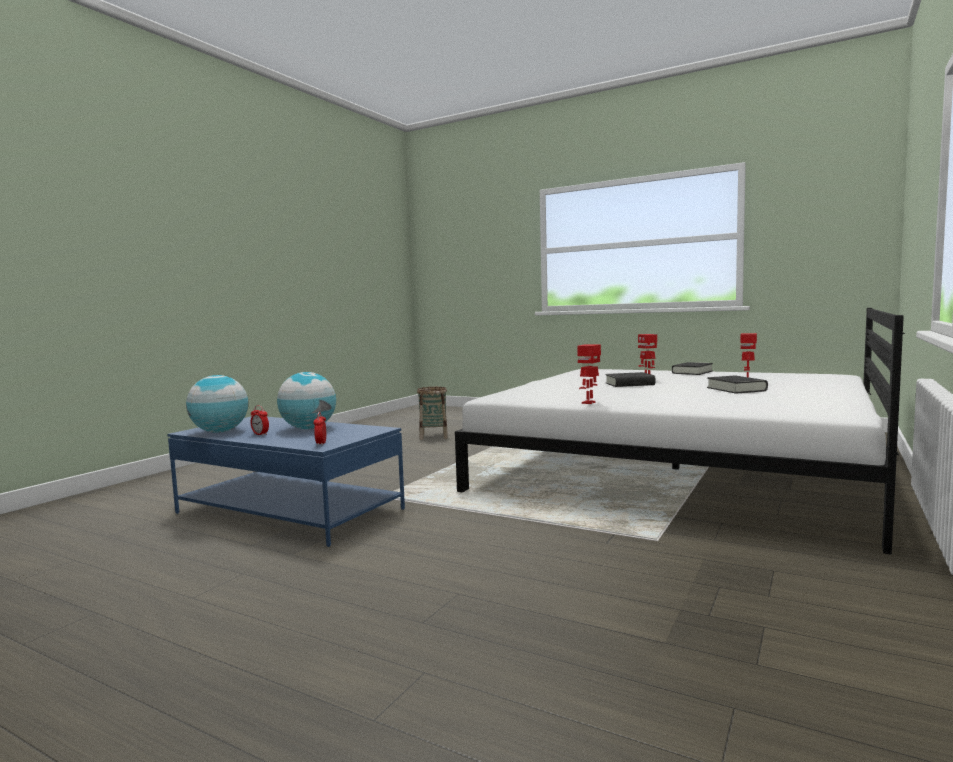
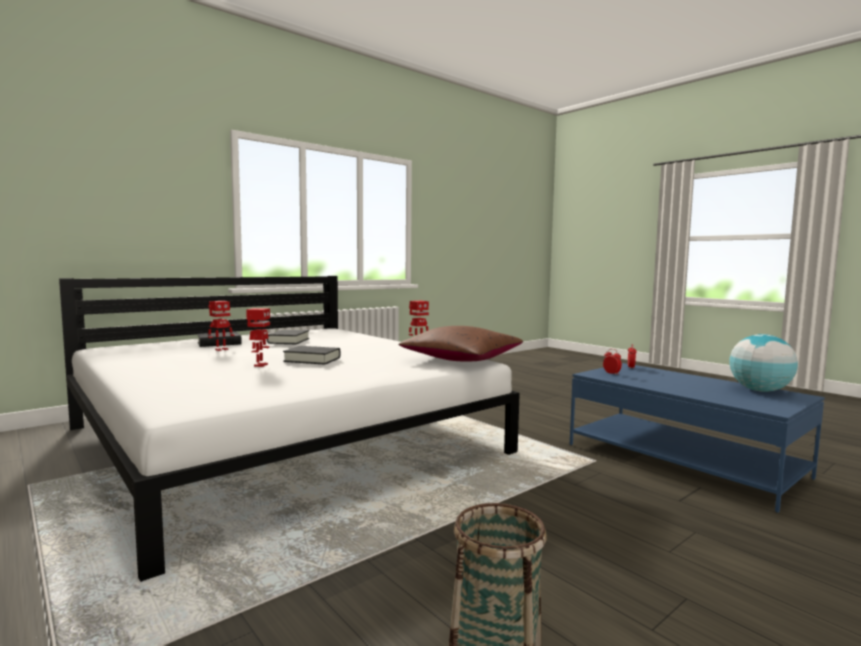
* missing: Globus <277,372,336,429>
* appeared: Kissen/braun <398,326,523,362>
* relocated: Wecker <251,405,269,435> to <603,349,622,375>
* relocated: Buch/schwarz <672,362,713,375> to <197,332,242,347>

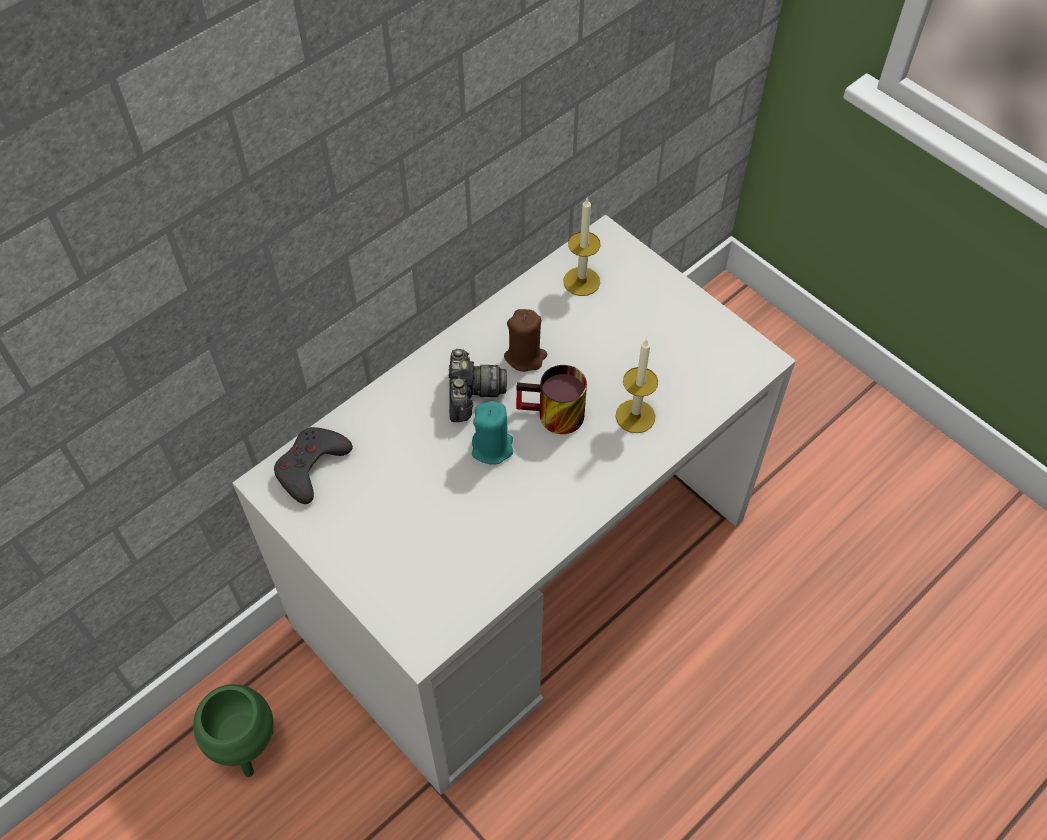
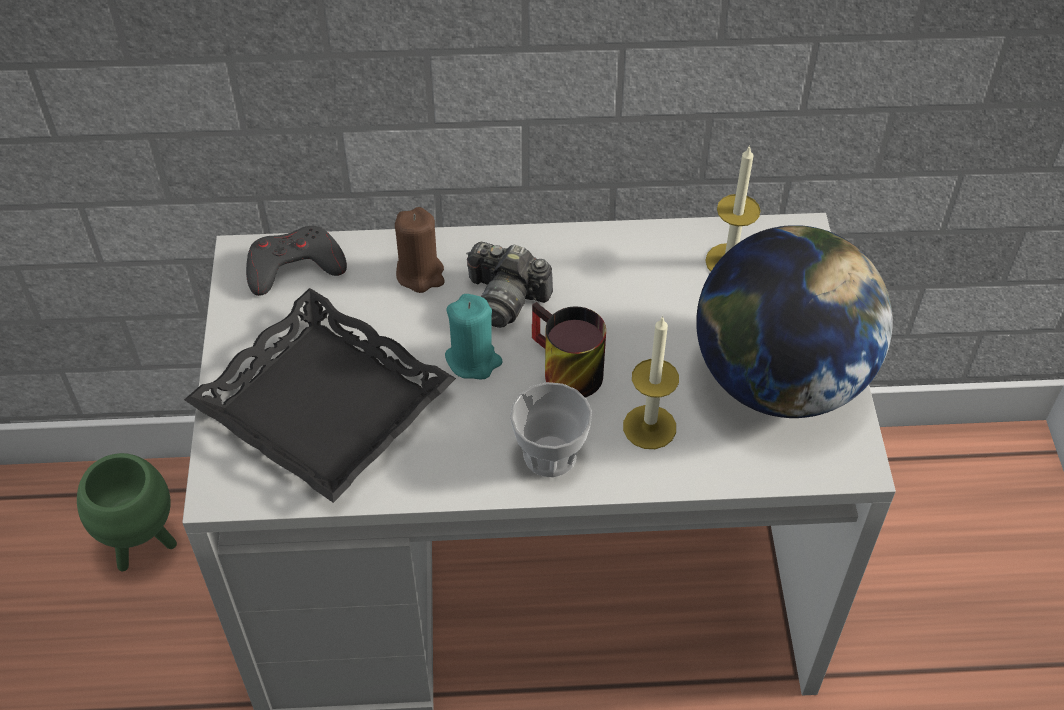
* appeared: Tablett/schwarz <184,288,456,503>
* appeared: Tasse <510,382,592,477>
* appeared: Globus <696,225,893,418>
* relocated: Kerze/braun <504,309,547,372> to <395,207,444,293>
* spun: Kamera <449,349,507,422> = <466,242,553,328> 75 degrees clockwise

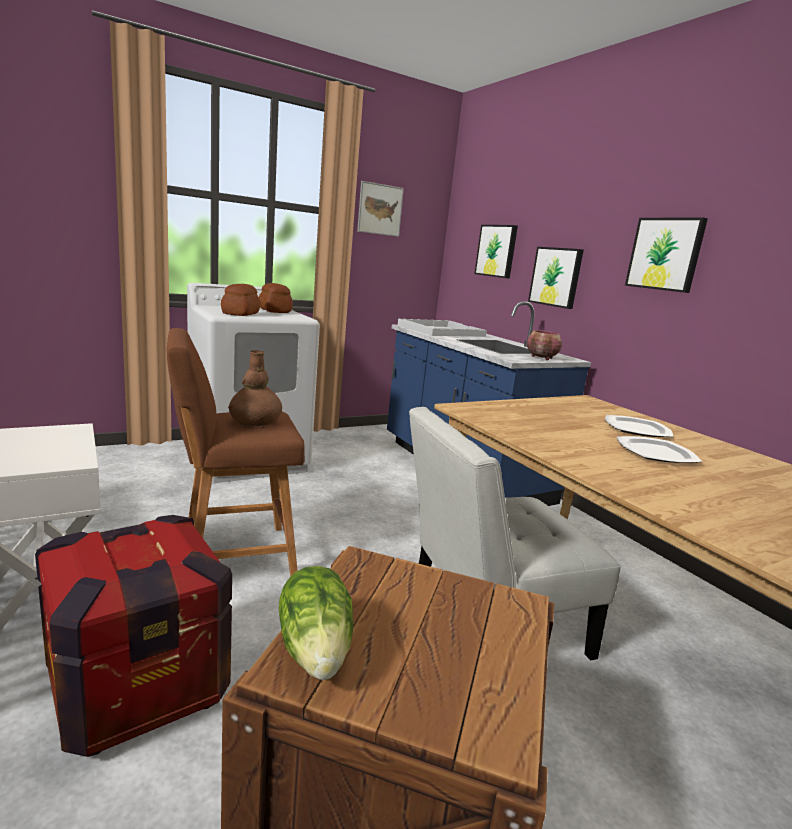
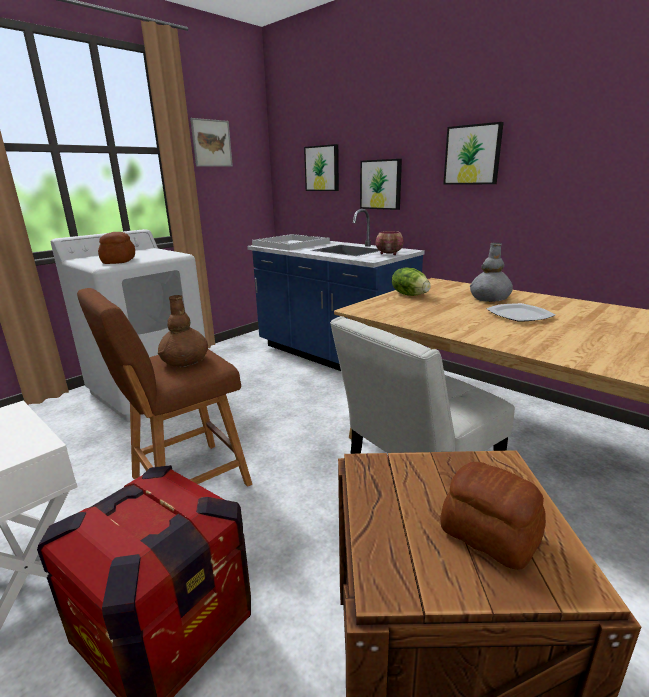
* relocated: Brot <259,283,293,313> to <440,462,546,570>
* relocated: Salatkopf <279,566,353,680> to <392,268,431,296>
* exchanged: Teller <605,415,673,437> to Vase/grau <470,243,513,302>

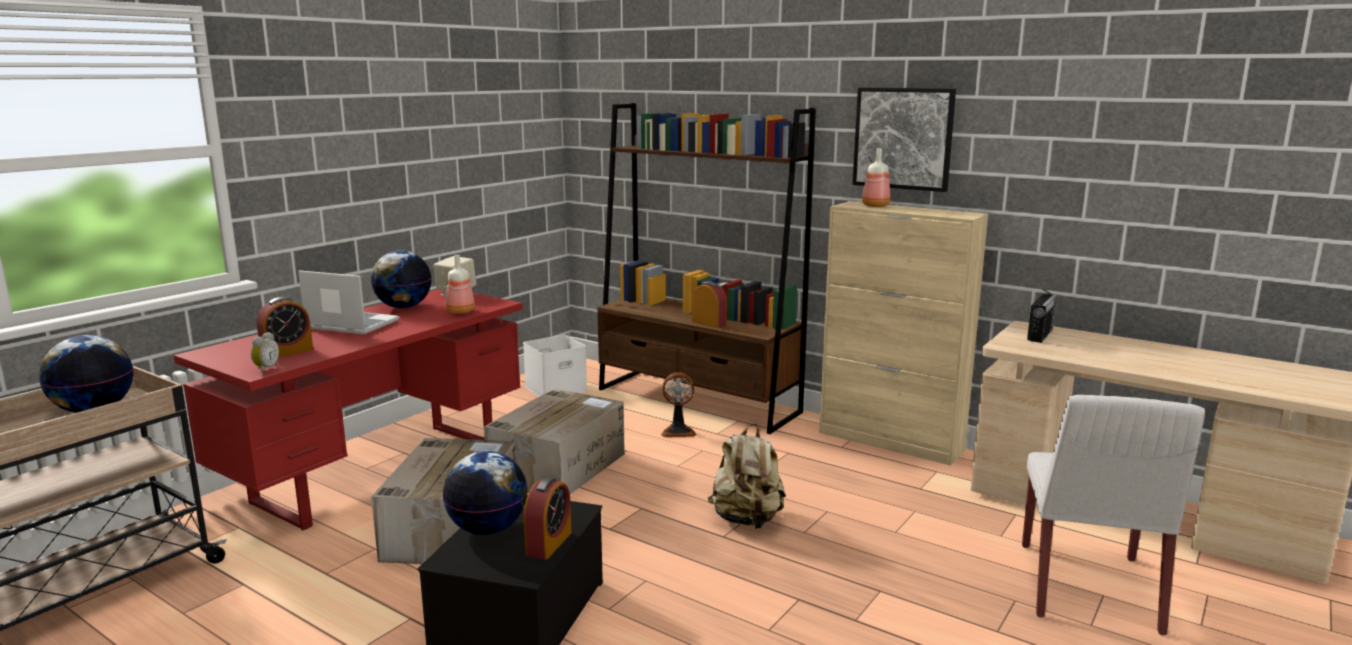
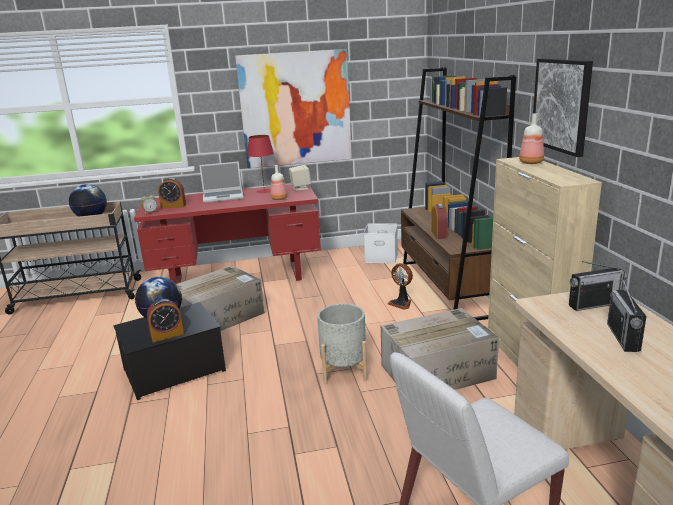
* appeared: Bild <235,49,352,168>
* appeared: Radio <607,277,647,352>
* relocated: Karton <484,388,625,494> to <381,308,499,390>
* exchanged: Globus <371,250,432,308> to Tischlampe/rot <247,135,274,193>
* exchanged: Rucksack/beige <708,424,786,529> to Pflanzkübel/grau <317,304,367,384>
* spun: Laptop <298,270,399,335> = <199,161,244,203> 105 degrees clockwise

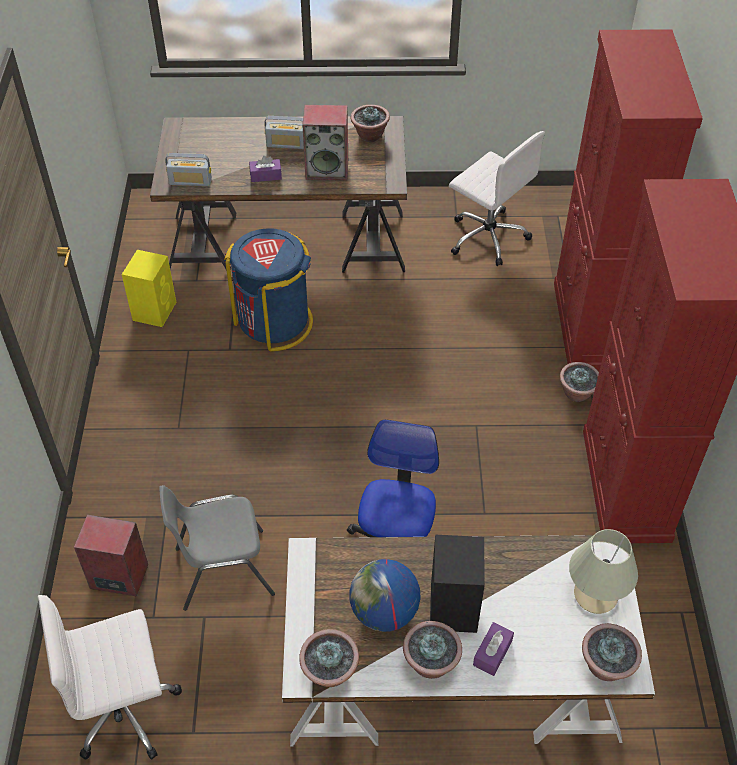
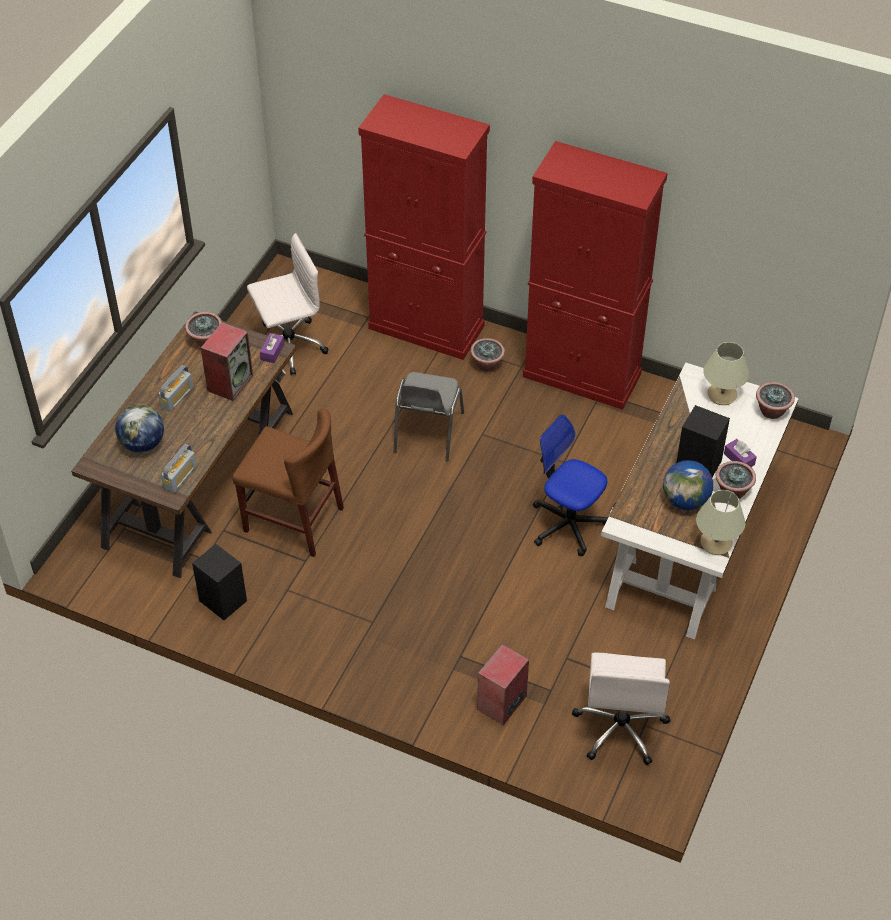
* appeared: Globus <115,404,164,453>
* relocated: Stuhl/grau <159,485,275,611> to <394,372,464,462>
* relocated: Taschentuchbox/lila <249,156,282,182> to <260,333,284,363>
* exchanged: Mülleimer/blau <224,228,313,351> to Stuhl/braun <232,409,344,557>
* exchanged: Topfpflanze <299,629,359,687> to Tischlampe/beige <696,490,745,555>
* colour: Lautsprecher/gelb <122,250,176,327> to Lautsprecher/schwarz <192,544,247,620>

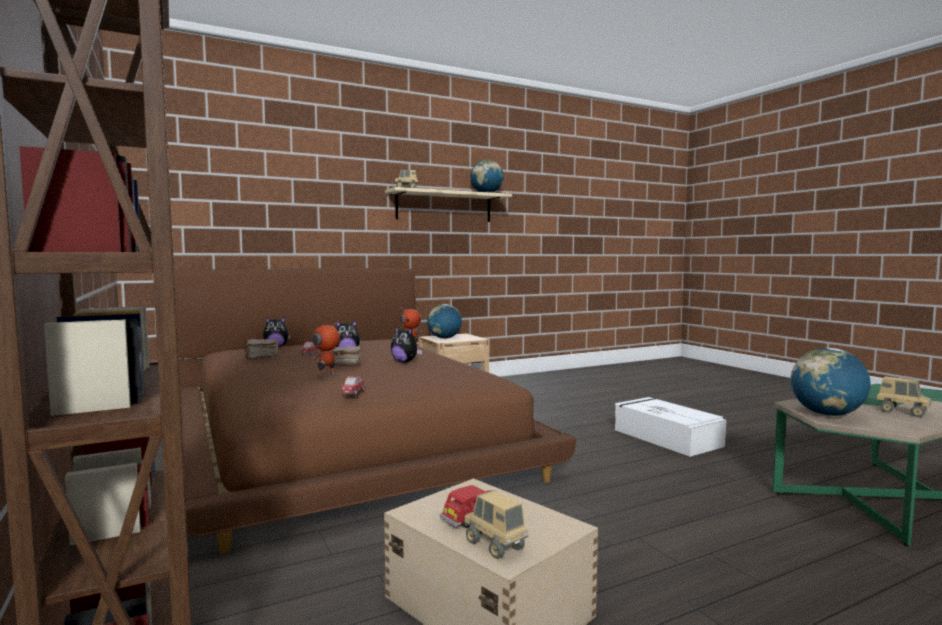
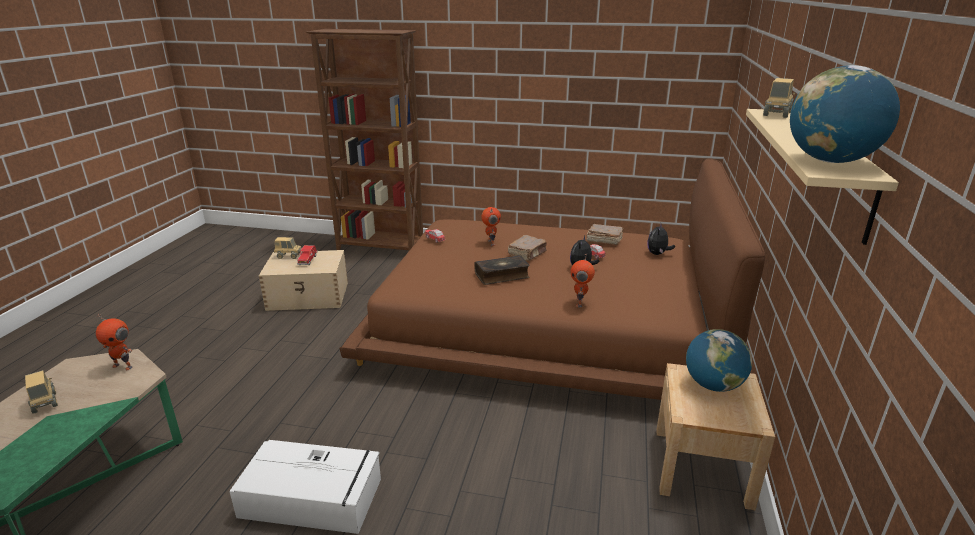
* exchanged: Plüschtier <391,327,422,363> to Buch <474,255,530,285>
* exchanged: Globus <790,348,871,416> to Spielzeugroboter <96,314,133,370>
* spun: Spielzeuglaster <876,376,932,417> = <25,370,58,414> 60 degrees clockwise

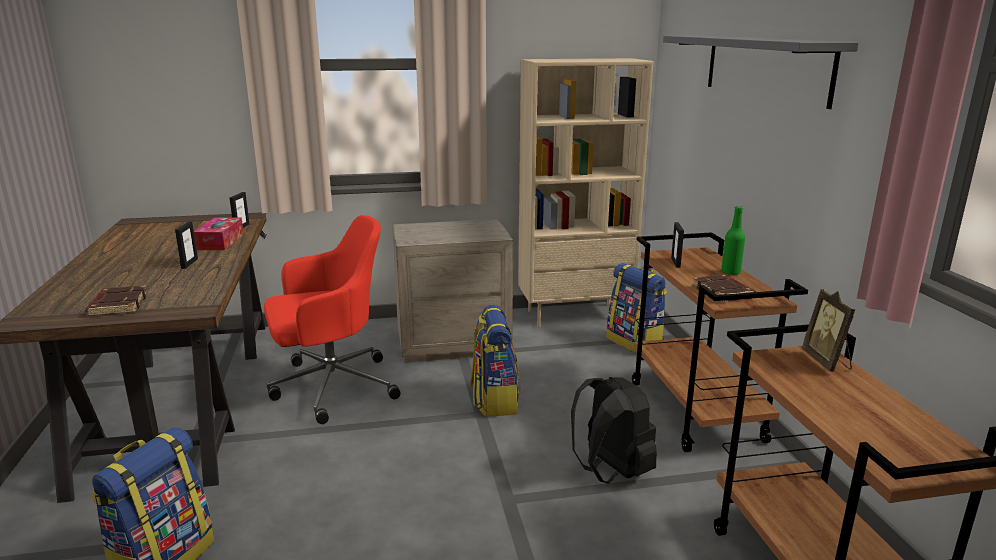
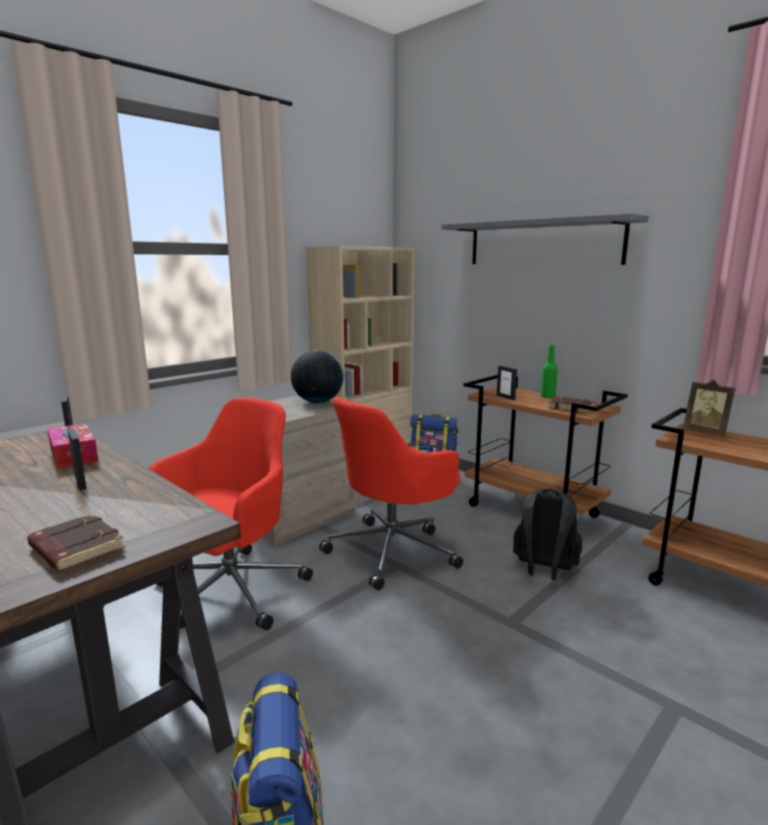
* appeared: Globus <291,350,344,403>
* exchanged: Rucksack <471,305,521,416> to Bürostuhl/rot <319,397,463,590>

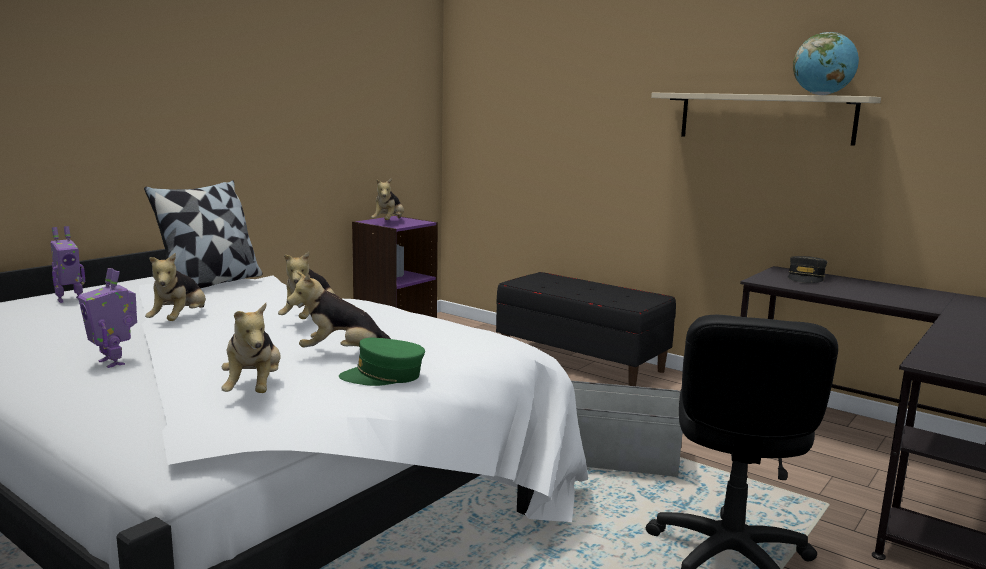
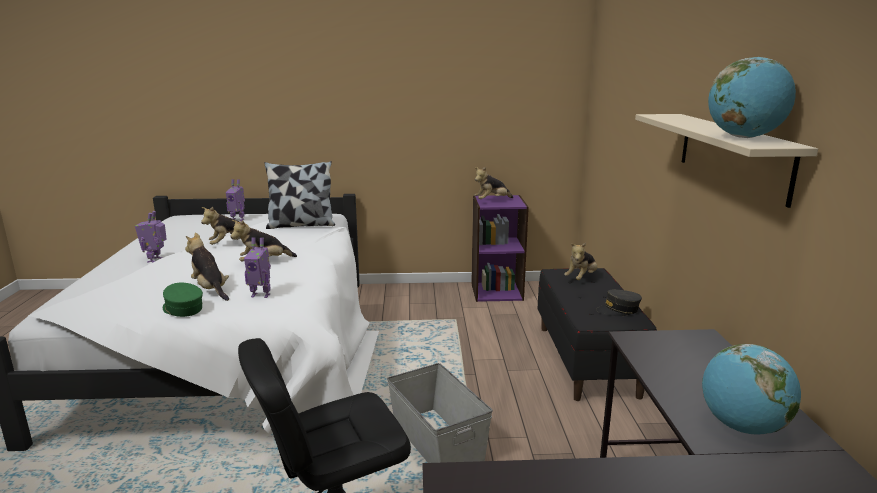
* appeared: Spielzeugroboter <244,237,271,298>
* appeared: Globus <702,344,801,435>
* relocated: Plüschtier <221,303,281,393> to <564,243,597,280>
* relocated: Kappe/grau <788,256,828,283> to <596,290,642,316>

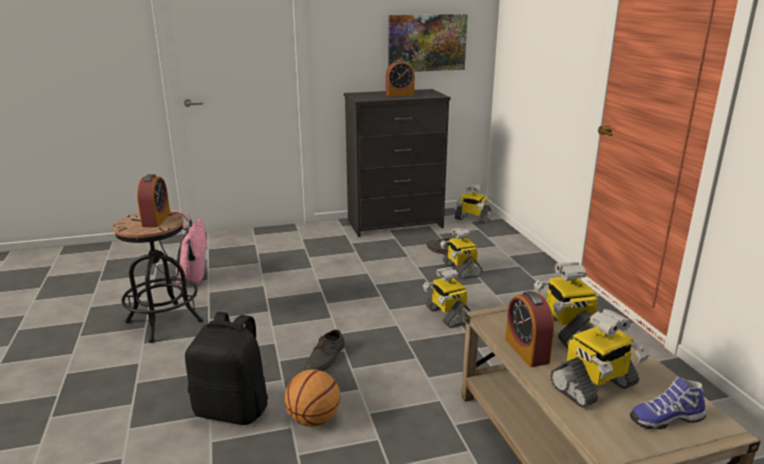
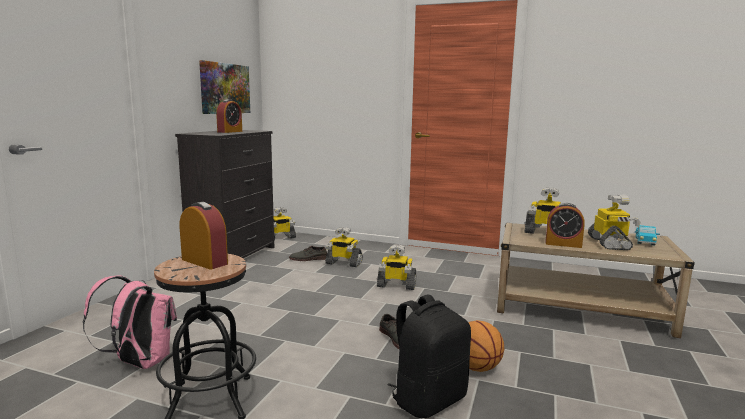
* exchanged: Schuh <630,377,706,429> to Spielzeuglaster <635,225,660,246>

